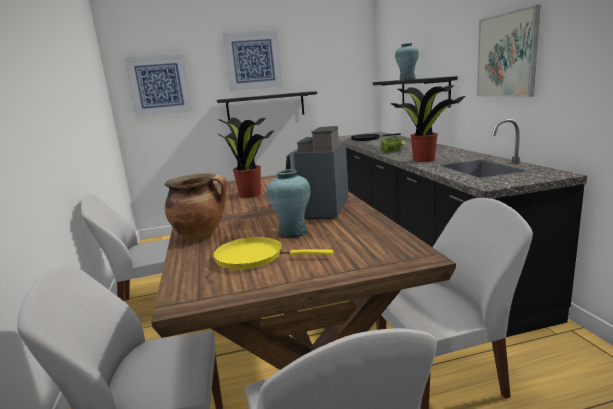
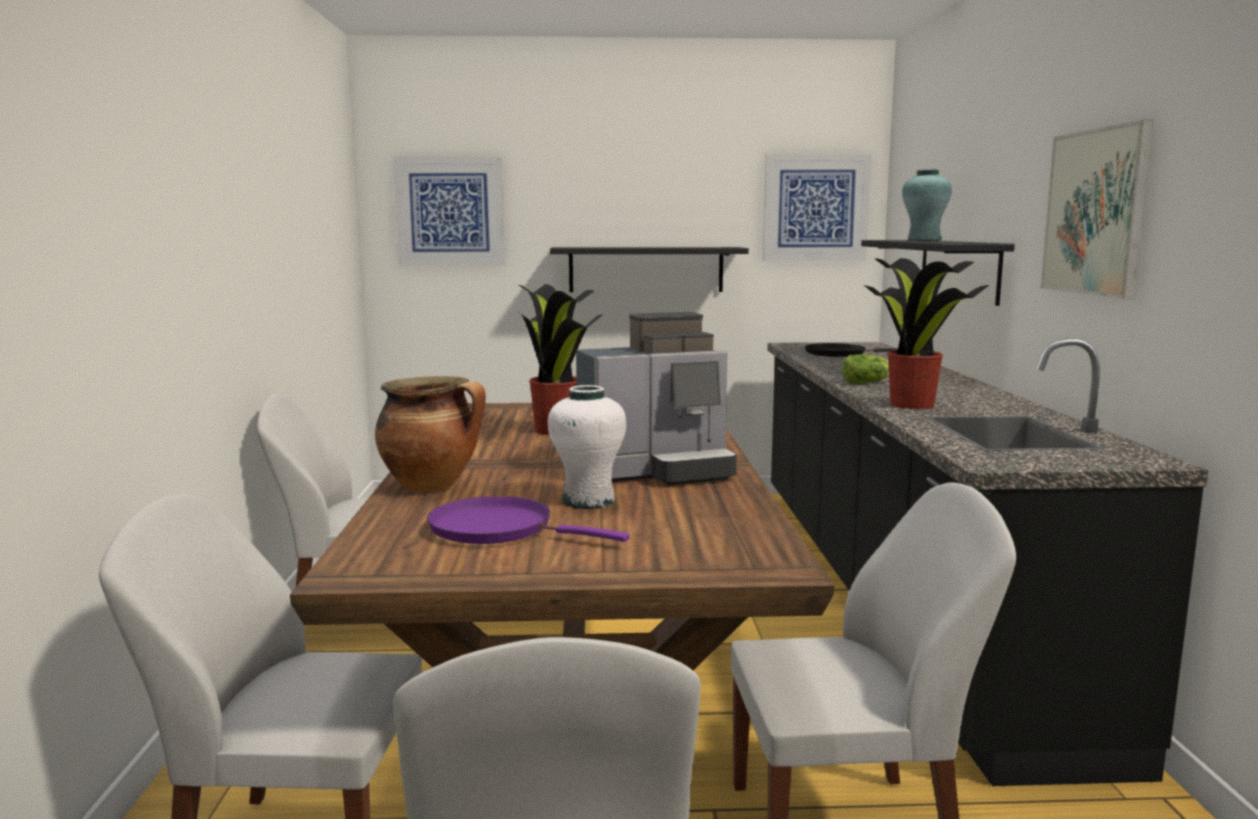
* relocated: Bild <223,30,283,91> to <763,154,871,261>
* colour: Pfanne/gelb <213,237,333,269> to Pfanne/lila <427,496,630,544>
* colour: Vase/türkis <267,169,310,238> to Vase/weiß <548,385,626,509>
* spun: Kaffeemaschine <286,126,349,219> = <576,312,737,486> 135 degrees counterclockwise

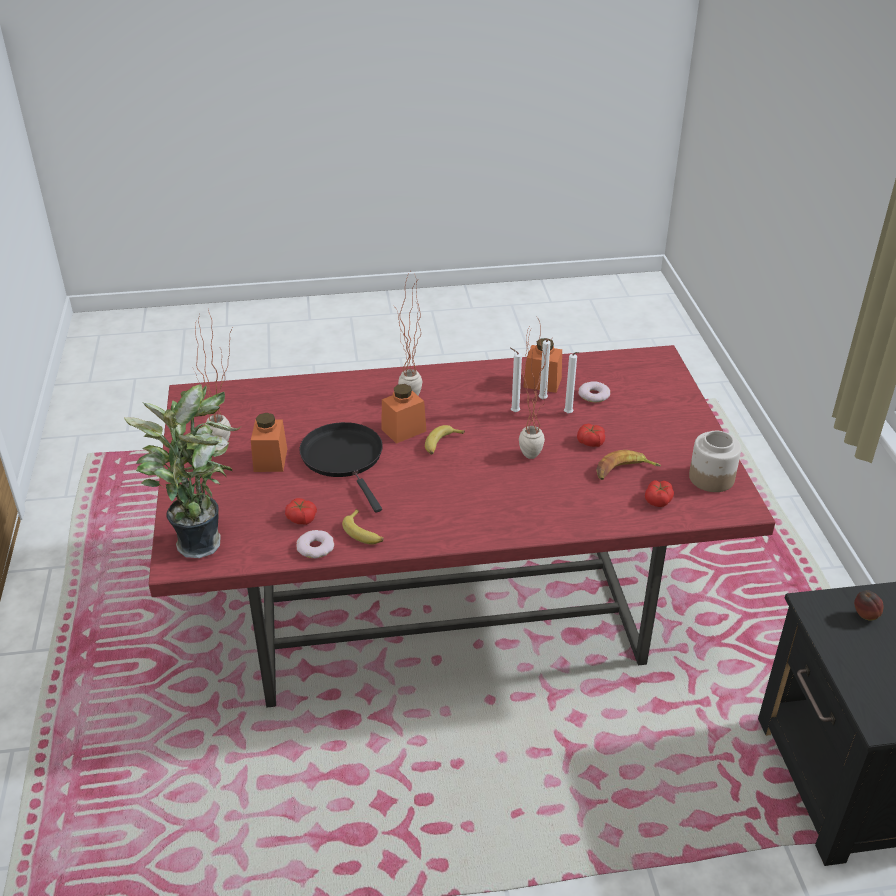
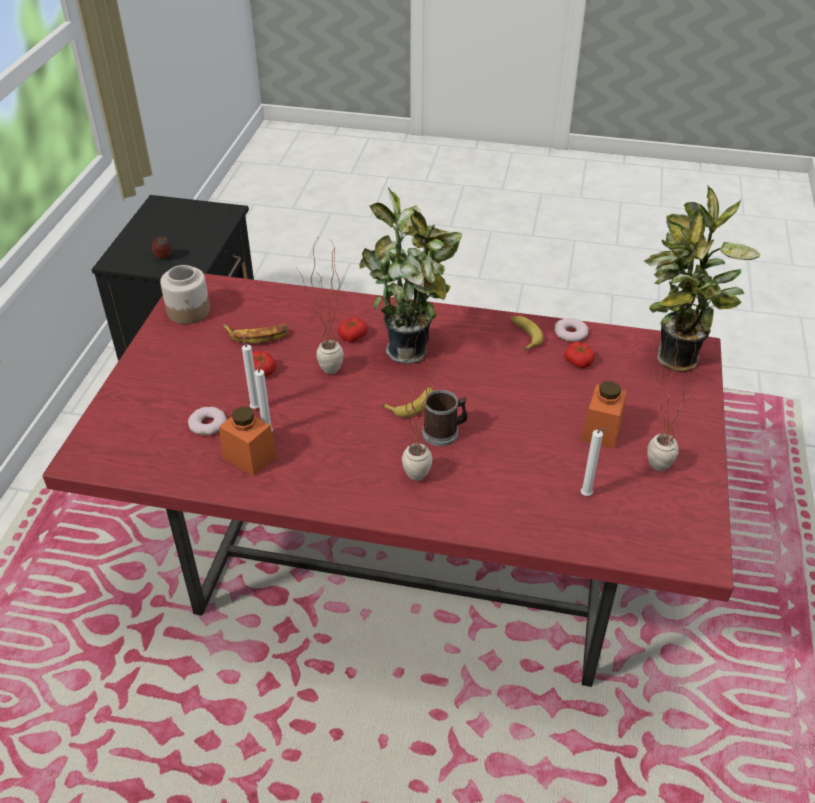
* missing: Pfanne/schwarz <299,422,383,513>
* appeared: Topfpflanze <359,187,462,364>
* relocated: Kerze/weiß <511,348,522,412> to <581,428,610,496>
* relocated: Tomate <645,480,674,507> to <337,317,368,342>
* exchanged: Vorratsglas/orange <381,384,426,444> to Henkelbecher <422,390,467,446>

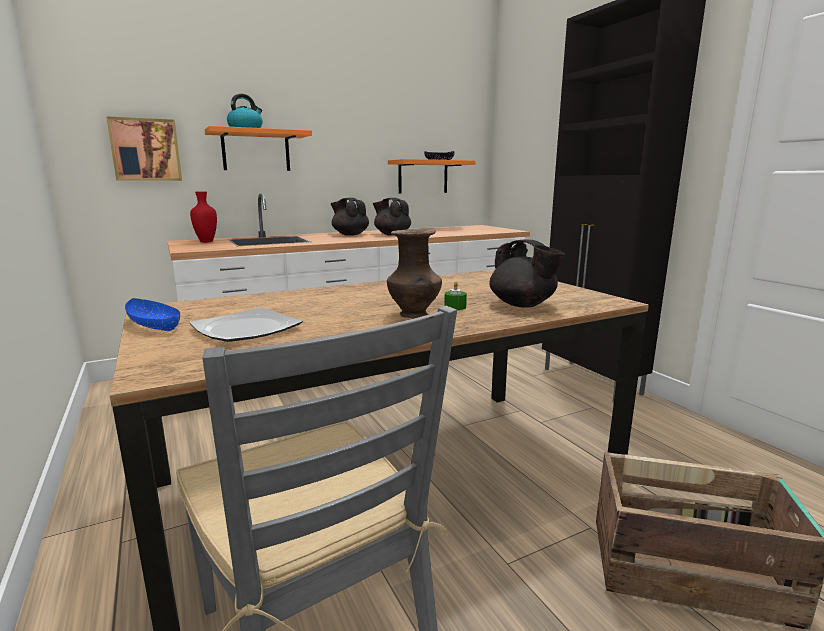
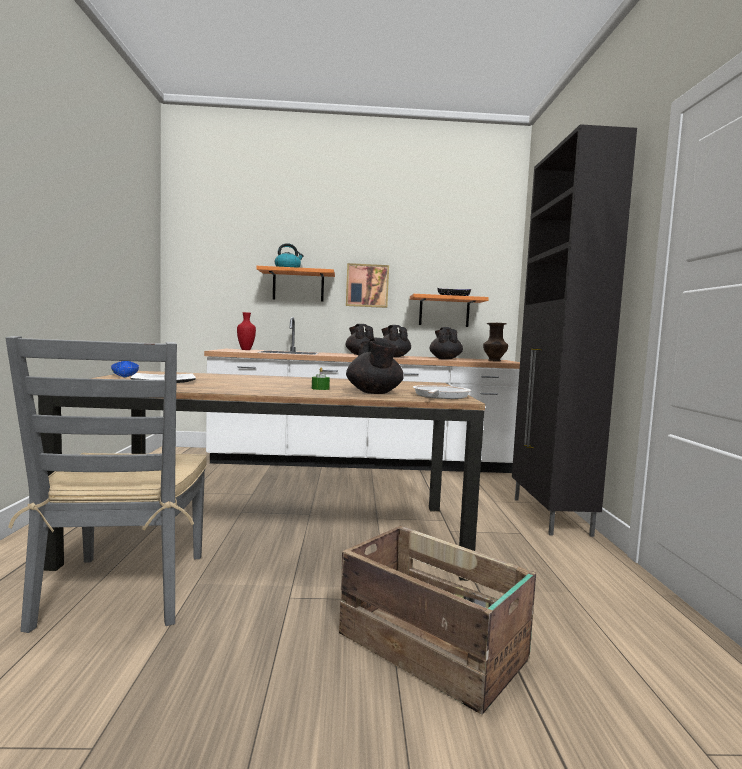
* appeared: Pfanne <413,385,471,399>
* appeared: Teekanne/schwarz <429,327,463,359>
* relocated: Bild <106,116,182,181> to <346,263,389,308>
* relocated: Vase/braun <387,229,442,319> to <483,323,508,361>

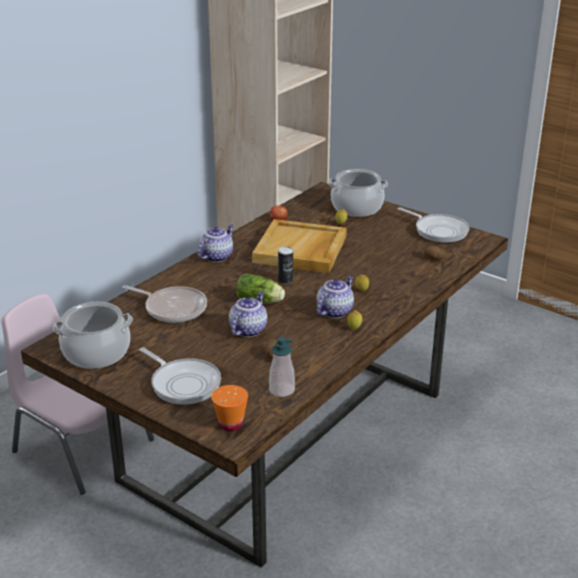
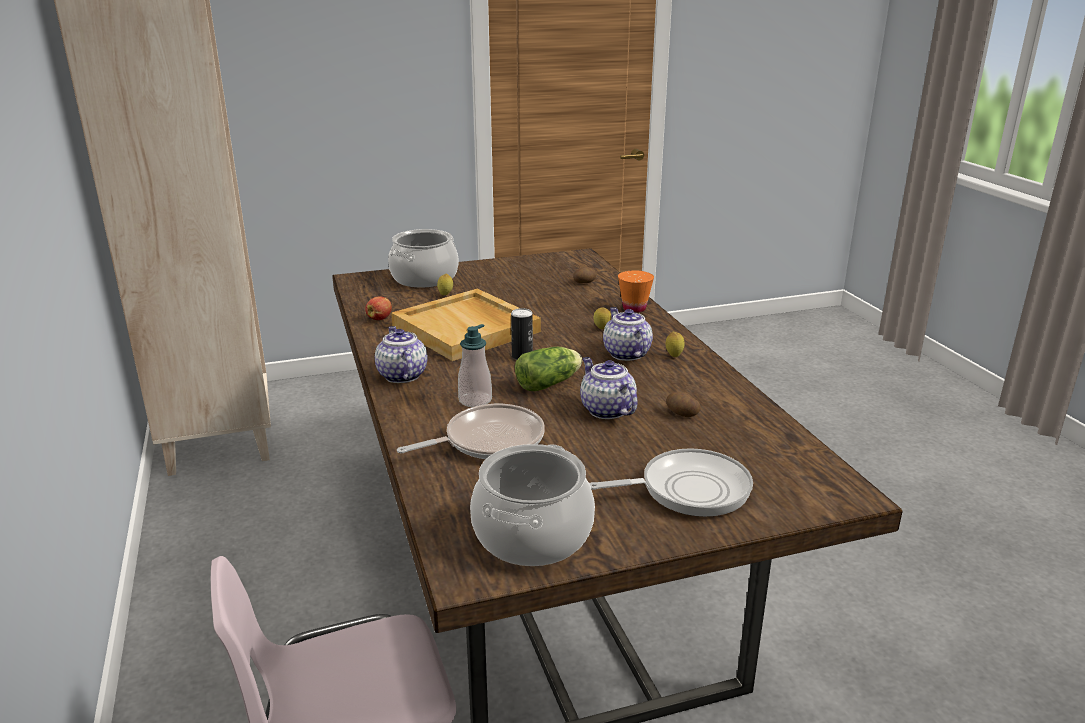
* missing: Pfanne <398,207,470,243>
* relocated: Tasse/orange <211,385,248,431> to <618,270,654,313>
* relocated: Seifenspender <269,337,295,397> to <458,324,492,407>

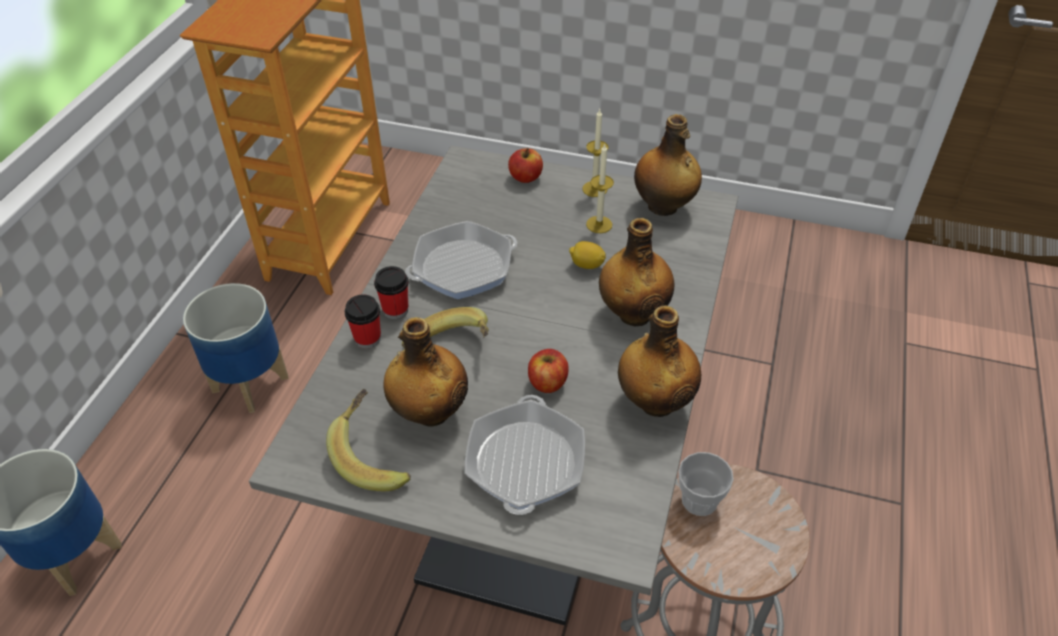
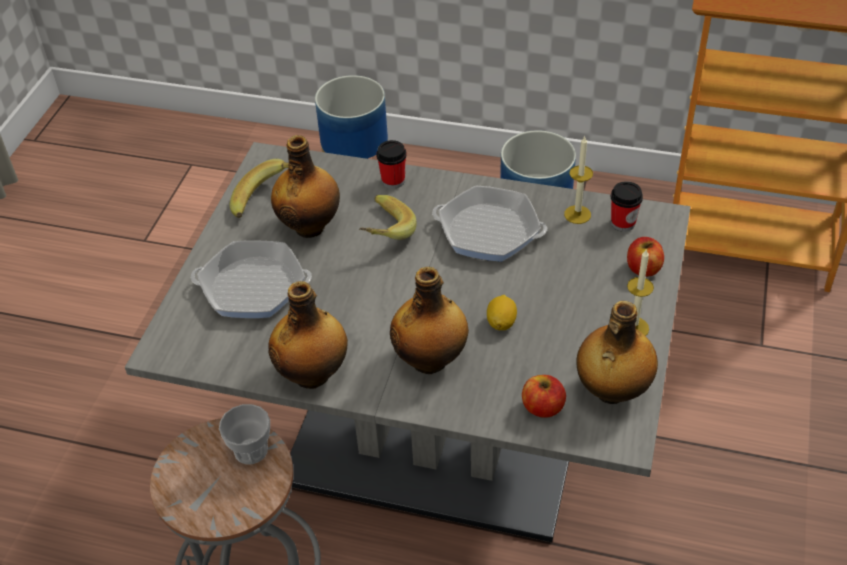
* relocated: Tasse <374,266,408,319> to <611,181,643,232>
* relocated: Apfel <528,349,569,393> to <522,375,566,418>
* relocated: Kerze <586,144,614,233> to <564,135,593,224>
* spun: Pfanne <405,221,517,299> = <432,186,547,262> 45 degrees counterclockwise

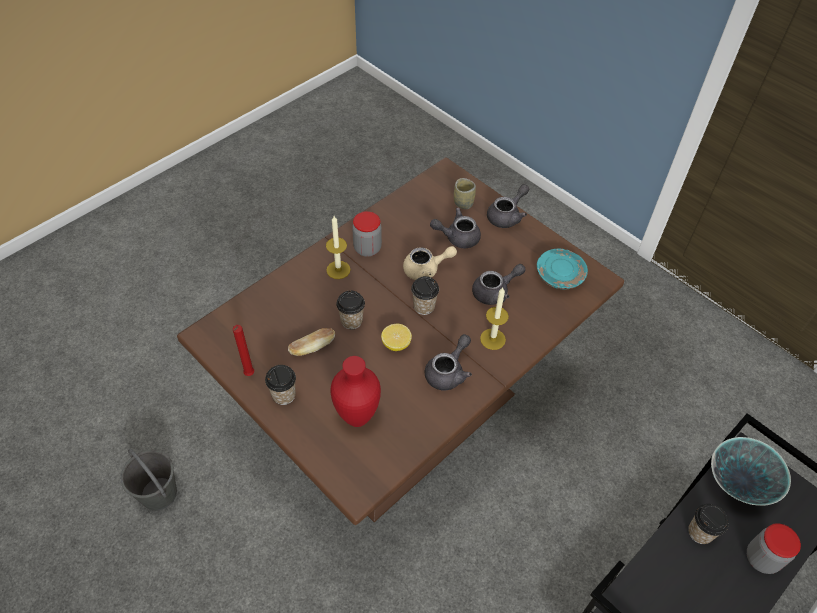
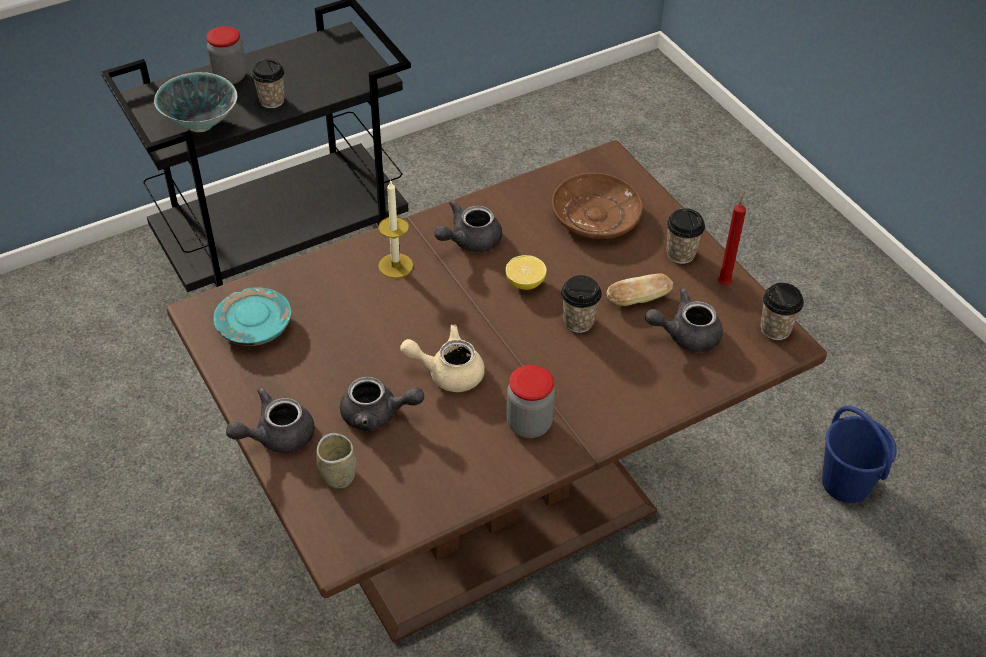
* missing: Kerze <326,216,350,279>
* relocated: Tasse <411,276,439,315> to <760,283,804,340>
* relocated: Teekanne/grau <472,264,525,305> to <645,288,723,352>
* exchanged: Vase/rot <331,356,381,427> to Teller/braun <552,173,643,239>
* colour: Eimer/grau <121,449,177,511> to Eimer/blau <822,406,897,503>

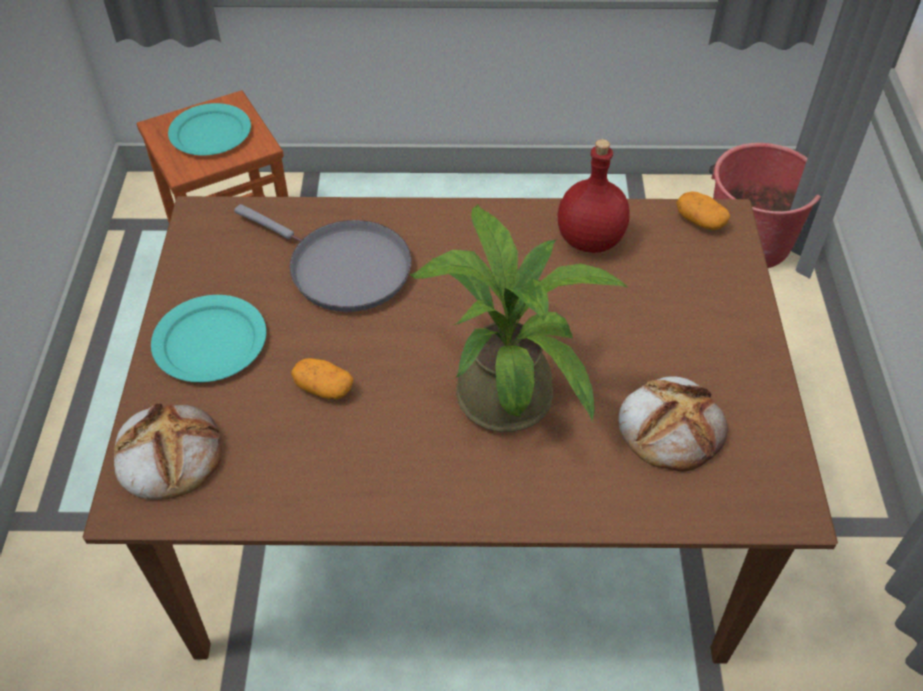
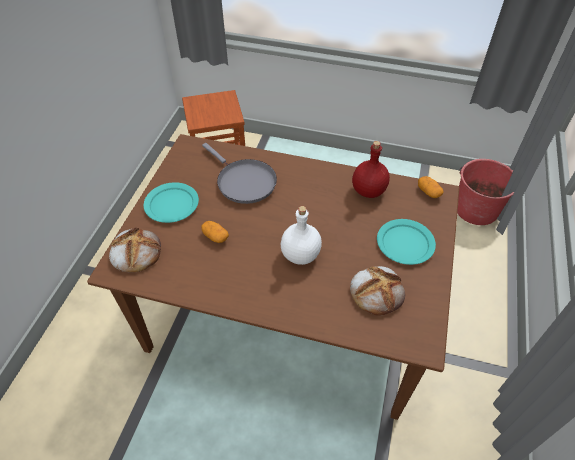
* relocated: Teller/türkis <168,103,251,156> to <377,219,436,265>
* exchanged: Topfpflanze <409,204,628,432> to Flasche/weiß <281,206,322,265>

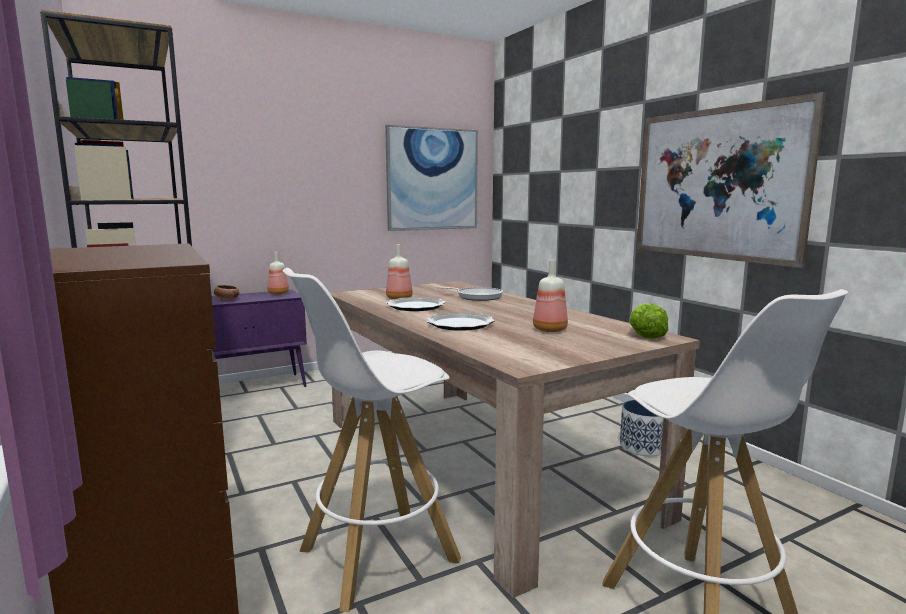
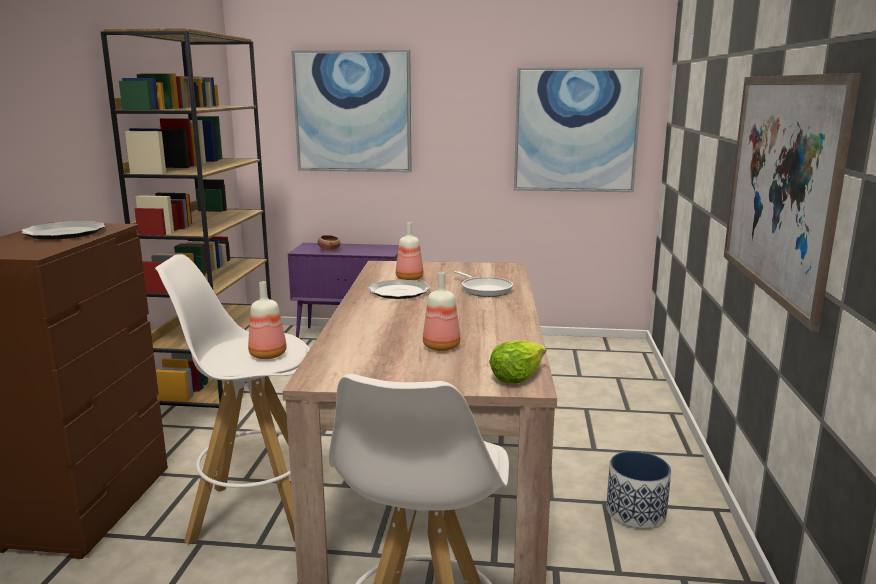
* appeared: Bild <291,50,412,172>
* relocated: Flasche <268,252,289,294> to <248,281,287,359>
* relocated: Teller <427,312,495,331> to <21,221,105,240>

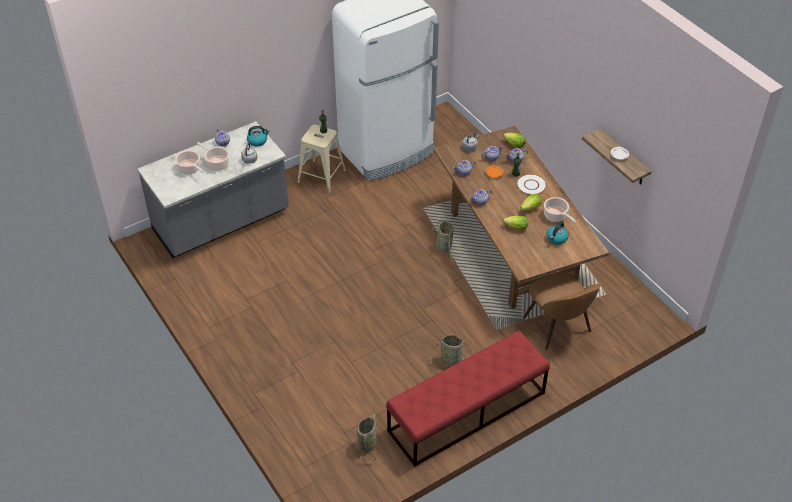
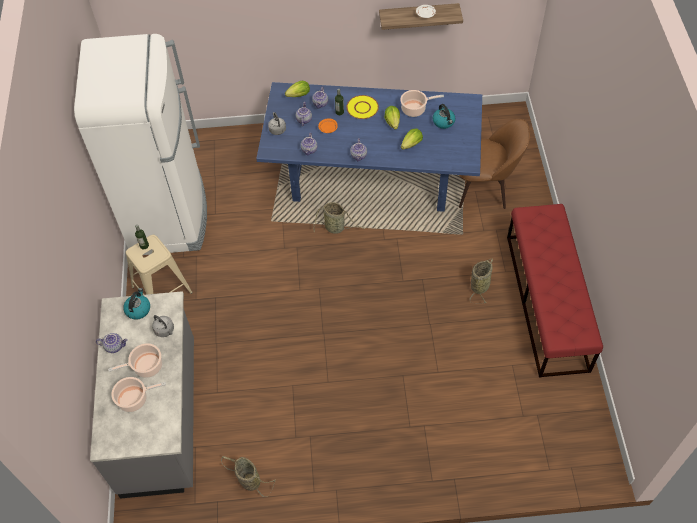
* relocated: Korb <357,414,377,463> to <221,456,275,497>
* colour: Esstisch/braun <434,126,609,309> to Esstisch/blau <256,82,482,212>
* colour: Teller/weiß <517,174,547,195> to Teller/gelb <346,95,379,119>

